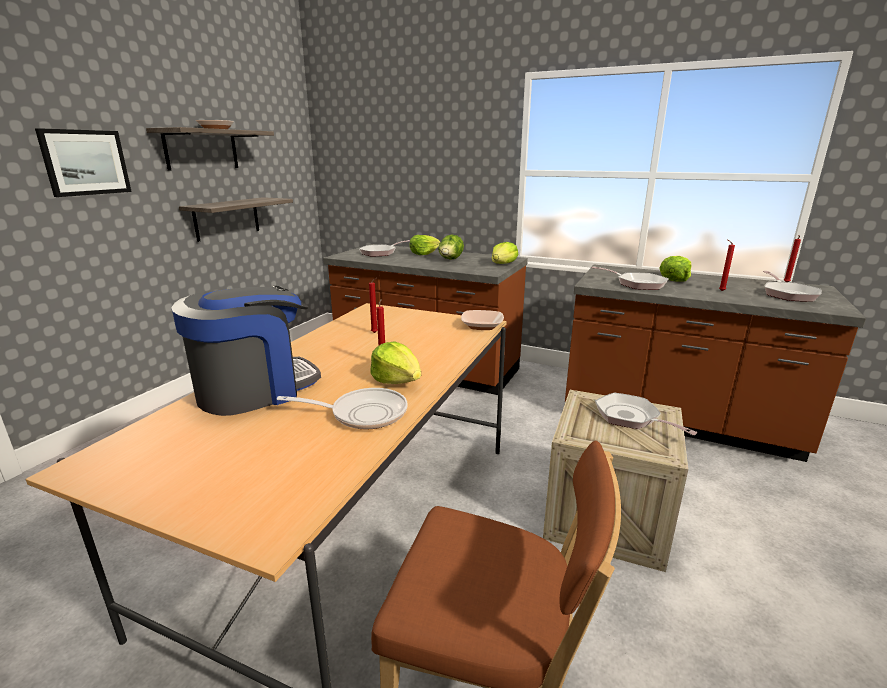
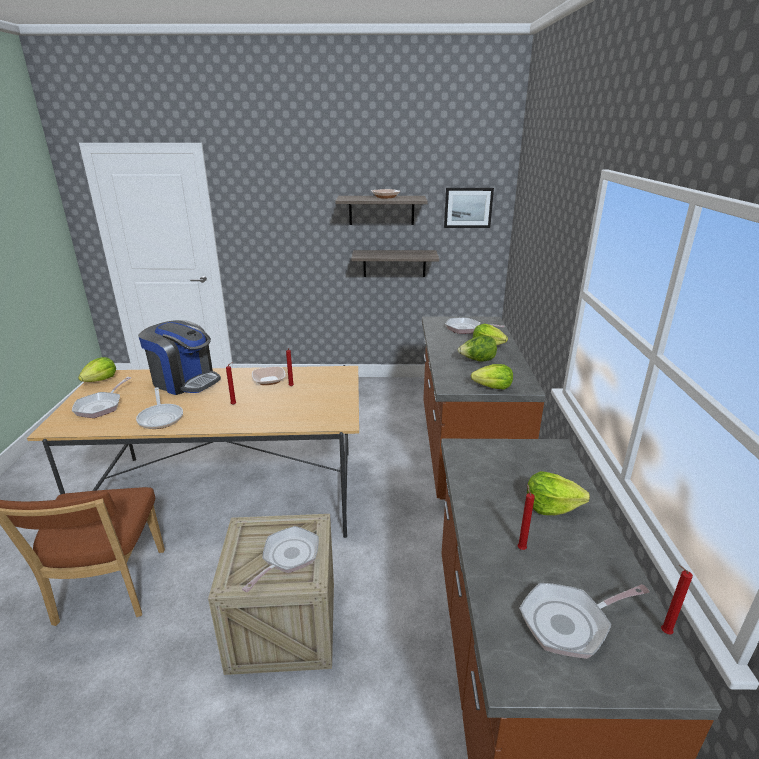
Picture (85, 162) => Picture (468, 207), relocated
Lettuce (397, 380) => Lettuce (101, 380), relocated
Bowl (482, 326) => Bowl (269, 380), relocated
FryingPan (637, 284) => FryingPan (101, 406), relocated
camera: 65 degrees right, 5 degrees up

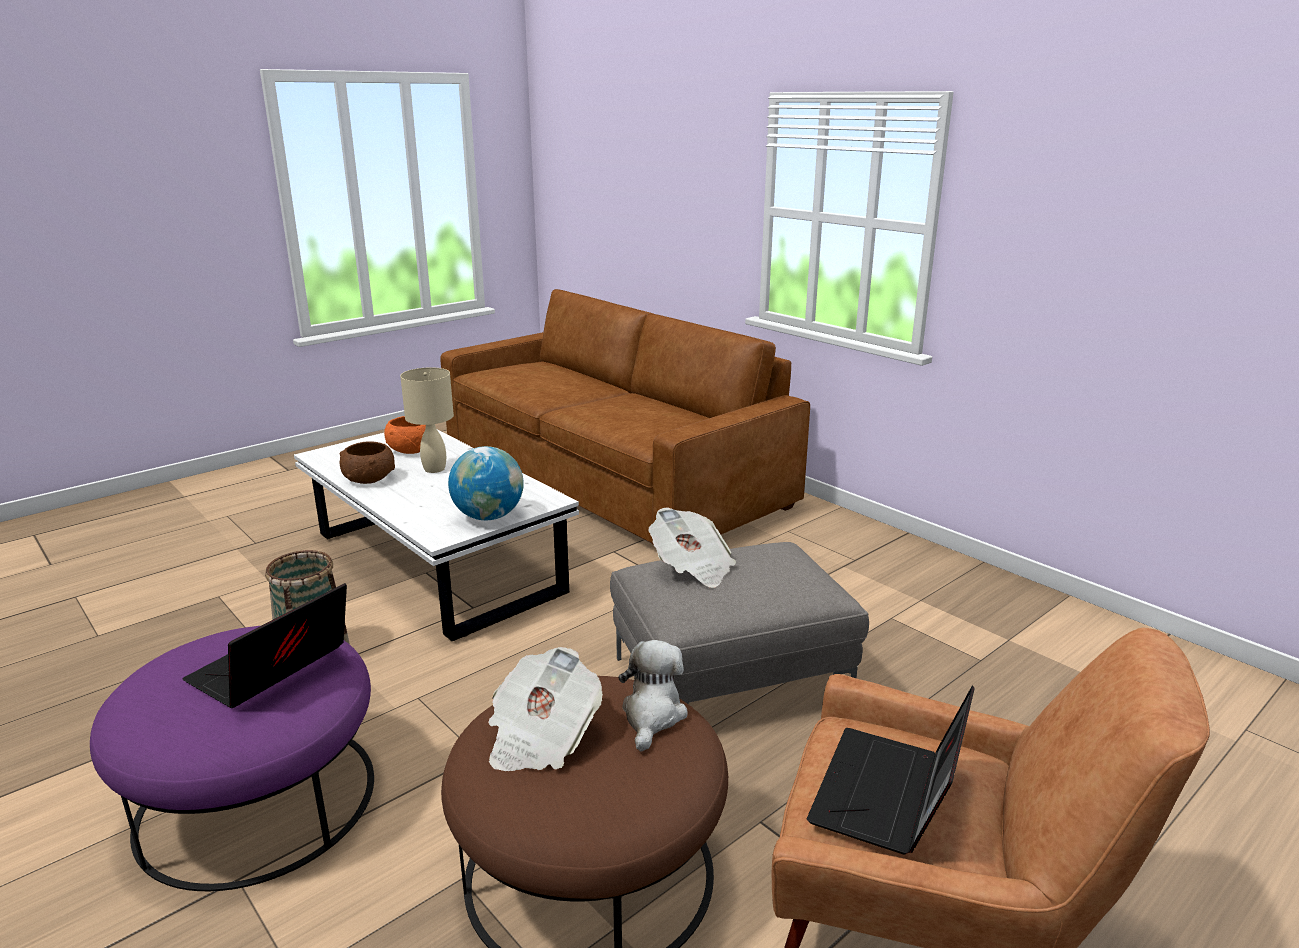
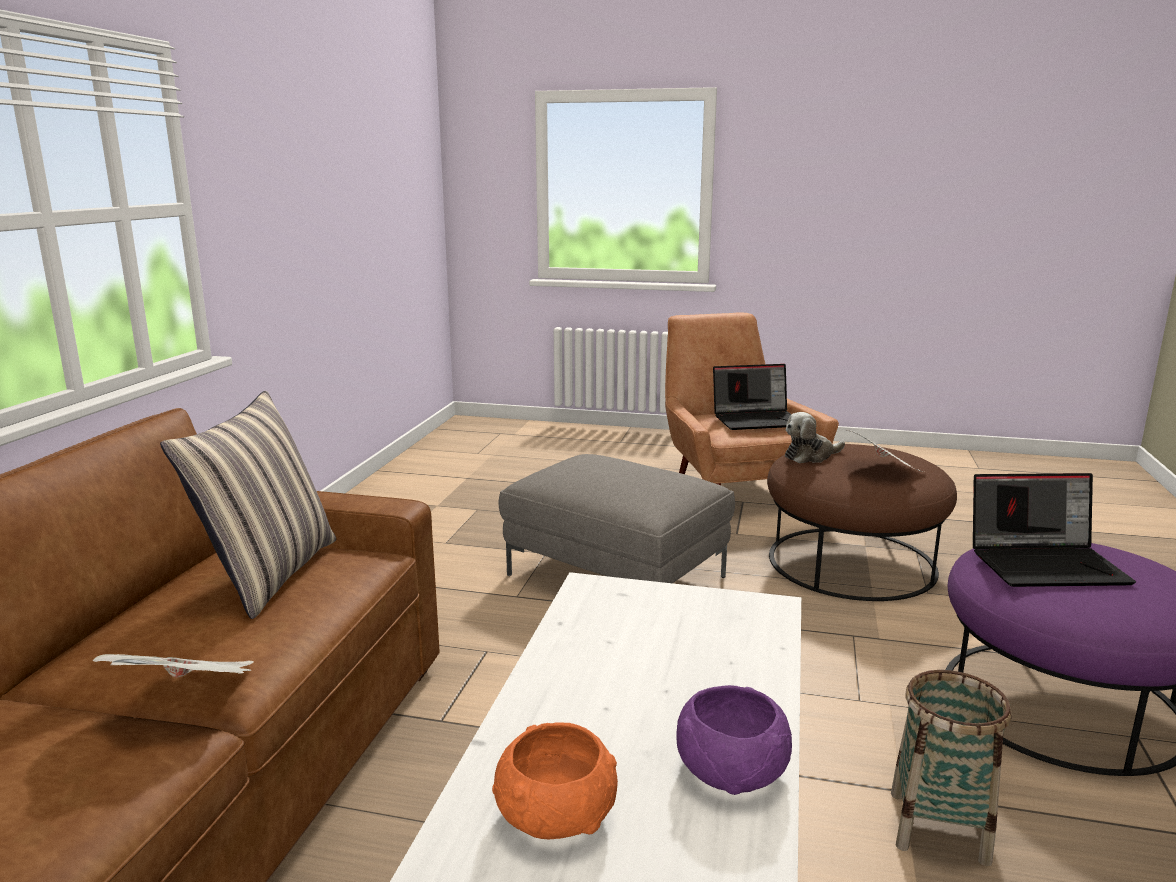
BrownBowl (369, 479) => PurpleBowl (732, 771)
BeigeTableLamp (433, 469) => nothing
Globe (489, 516) => nothing
Newspaper (692, 568) => Newspaper (189, 696), relocated
nothing => Pillow (269, 574)
camera: 125 degrees left, 5 degrees down

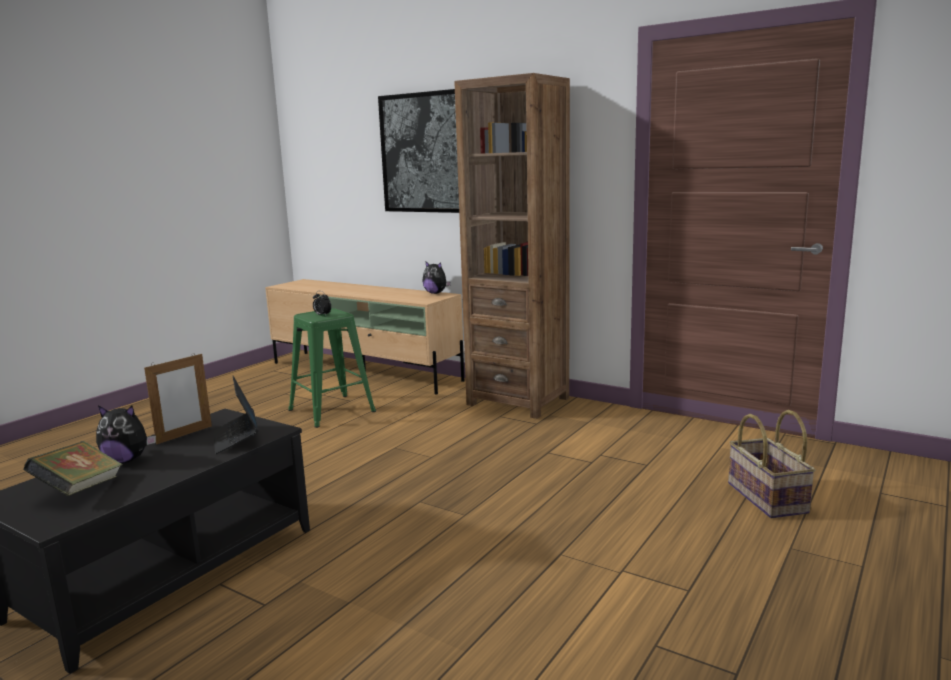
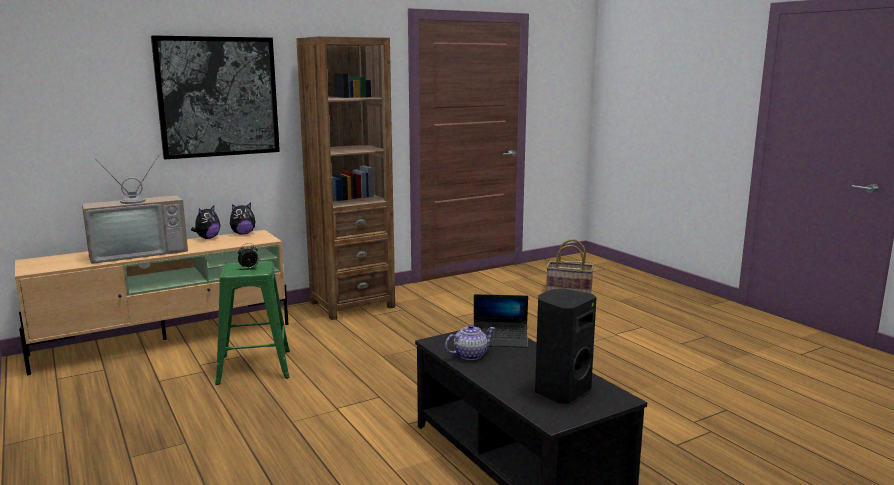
Book (79, 490) => BlackSpeaker (560, 391)
PlushToy (127, 460) => PlushToy (207, 238), relocated
PictureFrame (184, 435) => Teapot (469, 355)
nothing => Television (139, 252)
camera: 65 degrees left, 0 degrees up

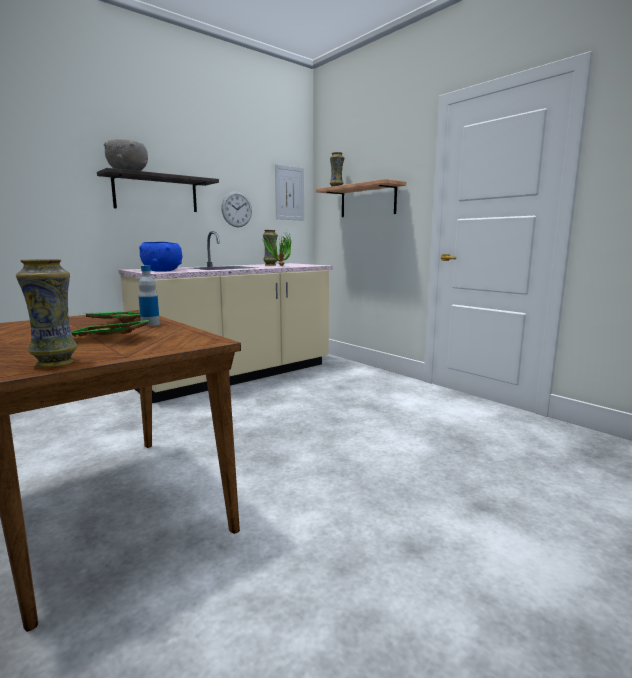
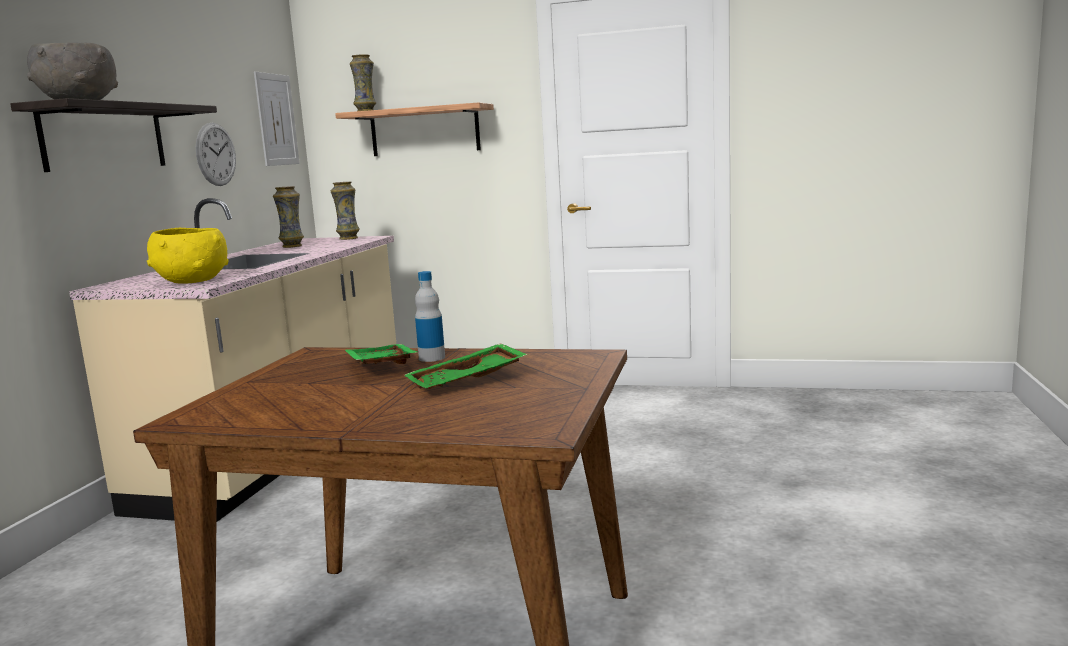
Vase (55, 363) => Vase (348, 238), relocated
BlueBowl (162, 271) => YellowBowl (193, 281)
PottedPlant (279, 266) => nothing
camera: 35 degrees left, 0 degrees up

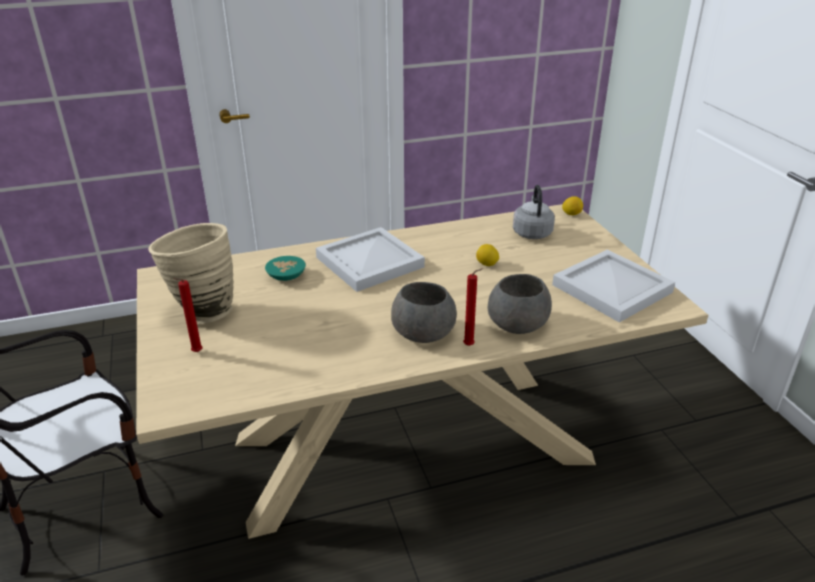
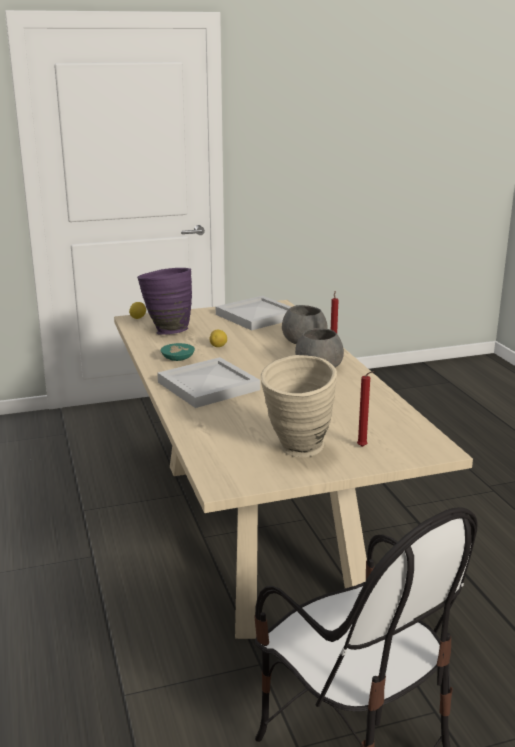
TurquoiseBowl (285, 276) => TurquoiseBowl (177, 359), relocated
GreyKettle (532, 232) => PurpleVase (166, 331)
camera: 90 degrees left, 10 degrees down

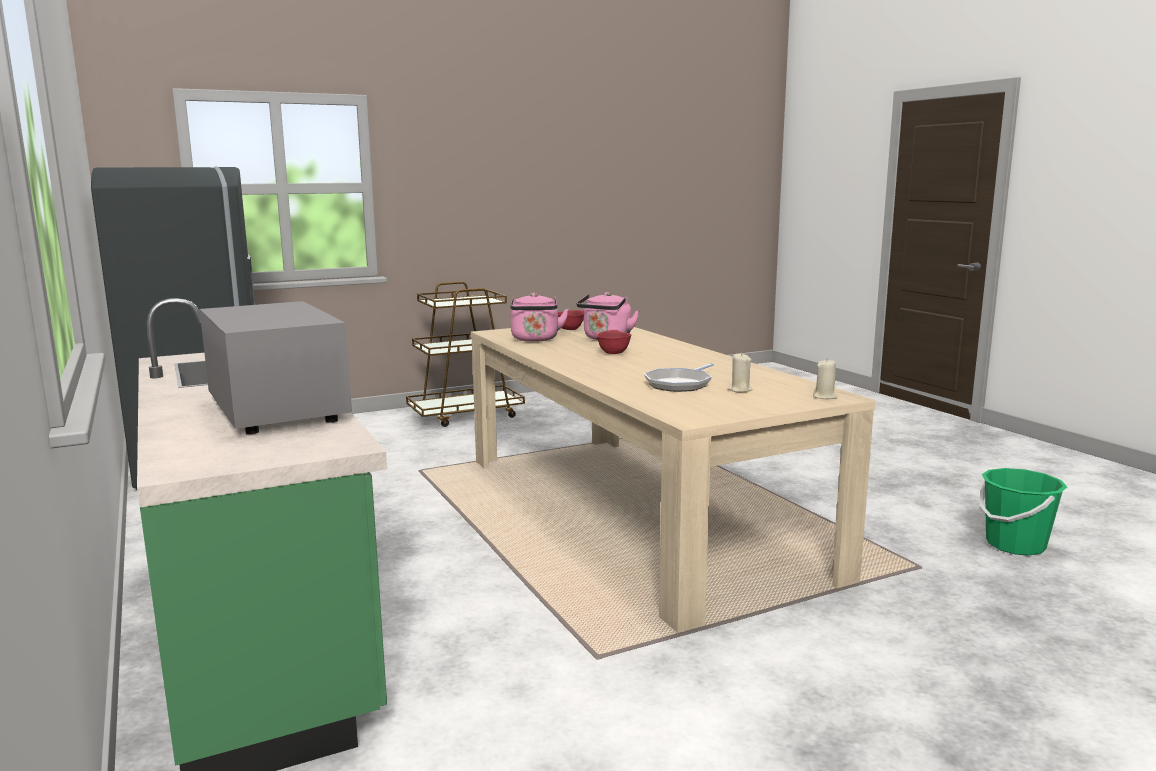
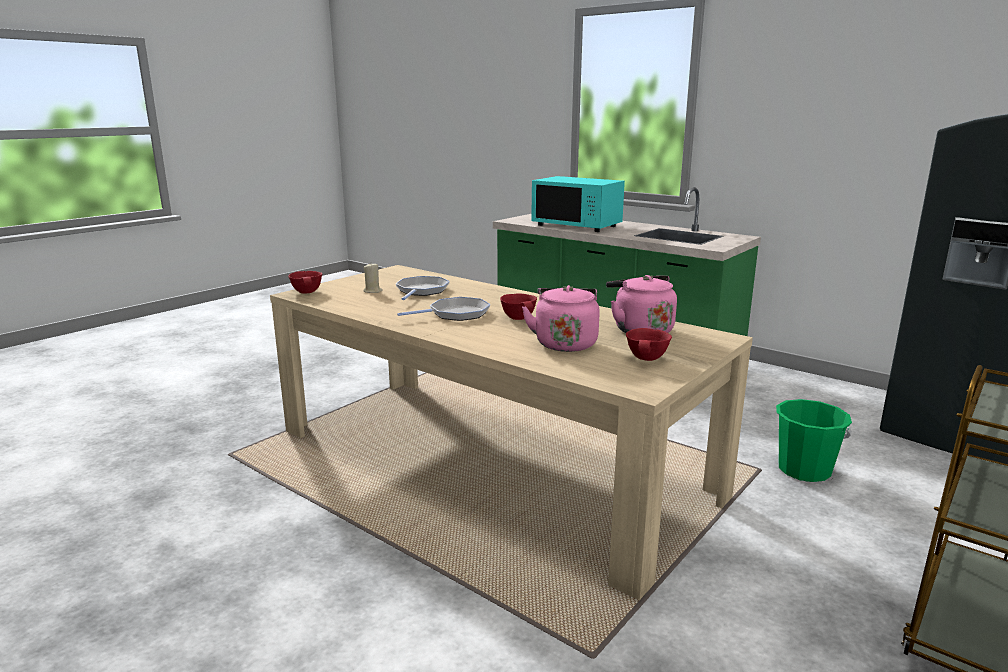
GreyMicrowave (275, 410) => TurquoiseMicrowave (577, 225)
BeigeCandle (825, 397) => RedBowl (307, 292)
GreenBucket (1015, 545) => GreenBucket (804, 470), relocated
nothing => FryingPan (456, 314)
camera: 155 degrees right, 5 degrees up

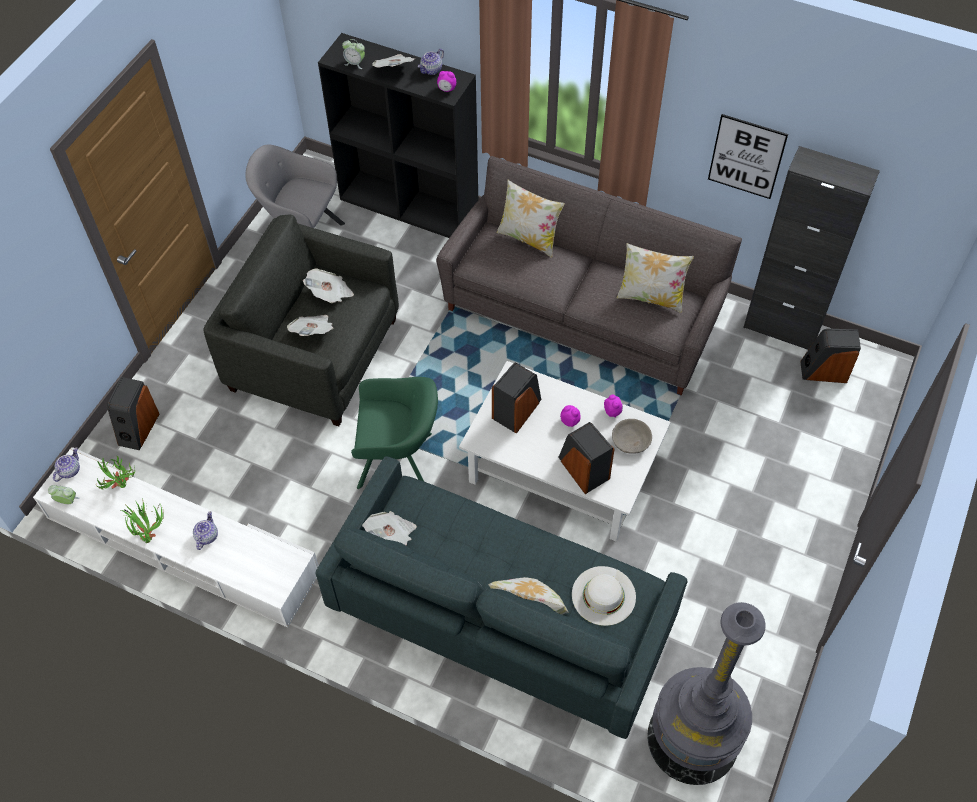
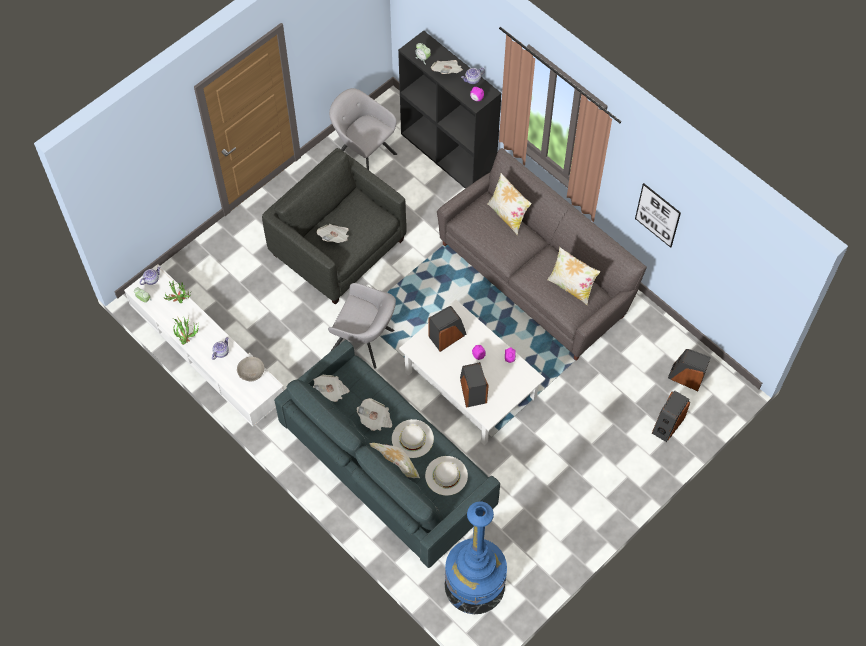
Speaker (138, 428) => Speaker (667, 424), relocated
Newspaper (330, 294) => Newspaper (375, 419), relocated
GreenArmchair (399, 460) => GreyArmchair (365, 342)
GreyBowl (631, 441) => GreyBowl (251, 372), relocated
GreyFloorLamp (692, 738) => BlueFloorLamp (474, 584)
BlackCabinet (782, 328) => nothing
nothing => WhiteHat (412, 438)
camera: 20 degrees right, 5 degrees up

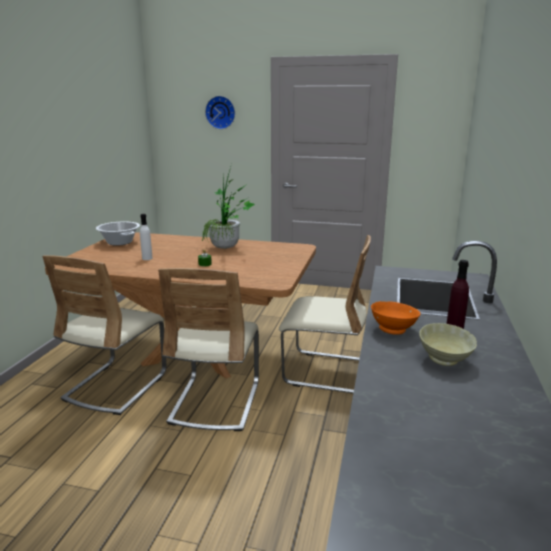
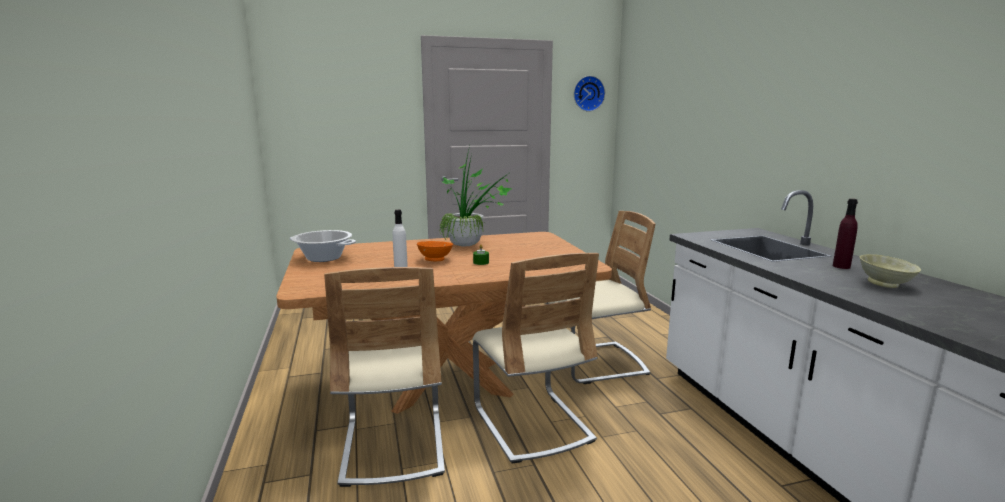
WallClock (221, 112) => WallClock (588, 93), relocated
OrangeBowl (394, 330) => OrangeBowl (436, 260), relocated
camera: 30 degrees left, 5 degrees down

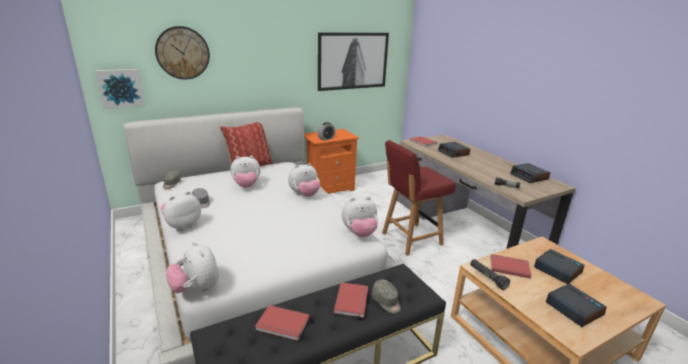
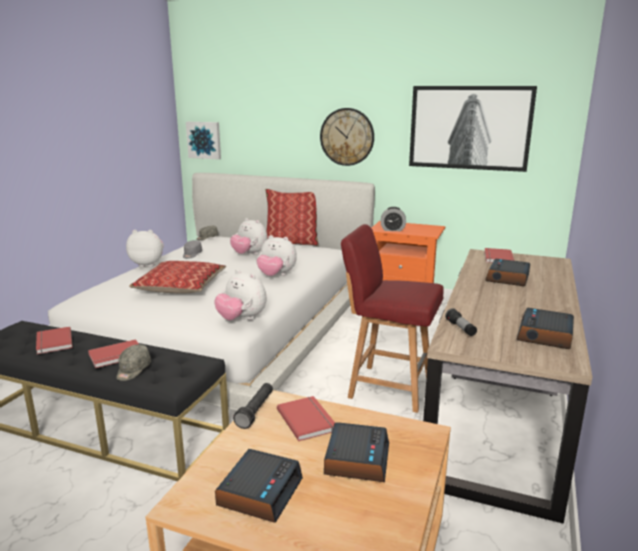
WallClock (182, 53) => WallClock (347, 137), relocated
PlushToy (196, 288) => nothing
nothing => Pillow (181, 286)
camera: 50 degrees right, 5 degrees down

